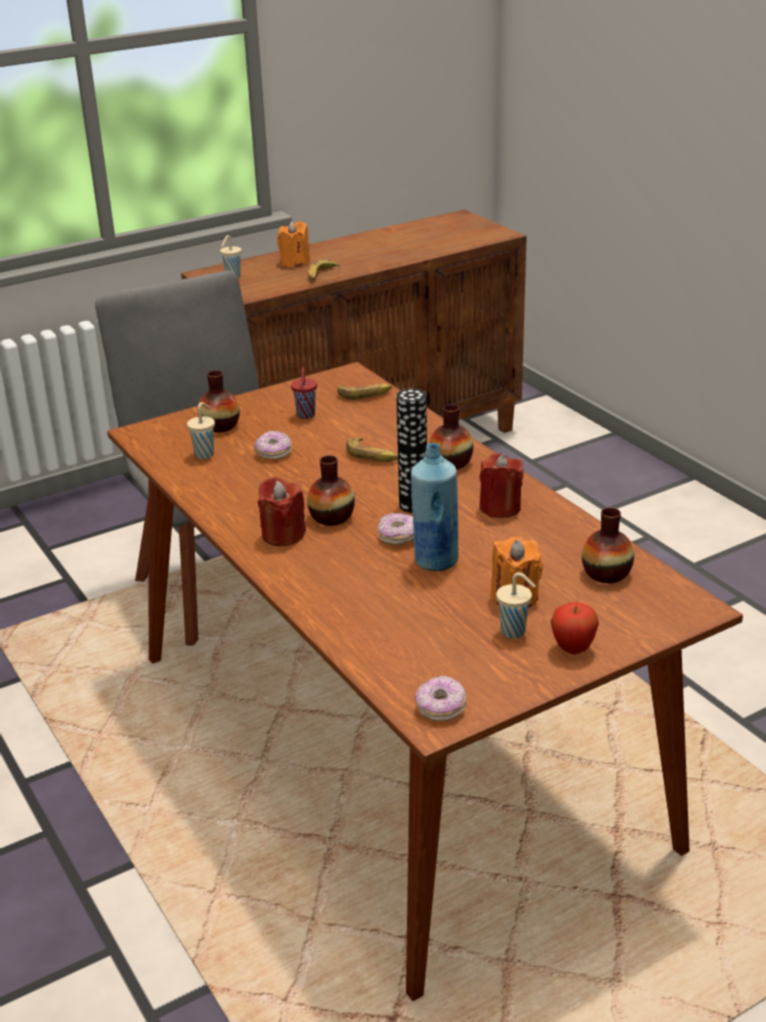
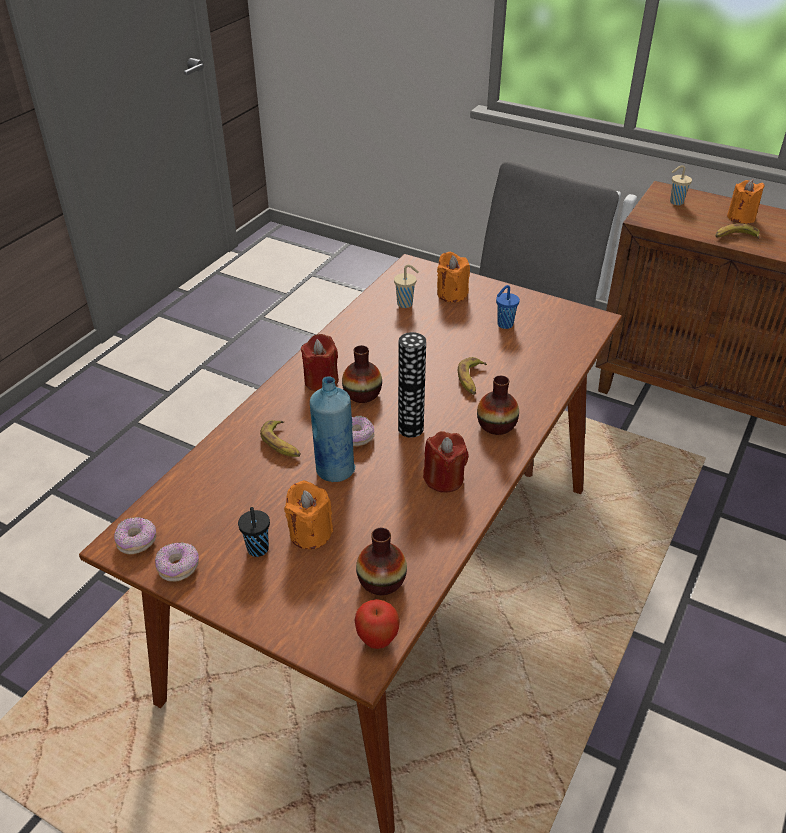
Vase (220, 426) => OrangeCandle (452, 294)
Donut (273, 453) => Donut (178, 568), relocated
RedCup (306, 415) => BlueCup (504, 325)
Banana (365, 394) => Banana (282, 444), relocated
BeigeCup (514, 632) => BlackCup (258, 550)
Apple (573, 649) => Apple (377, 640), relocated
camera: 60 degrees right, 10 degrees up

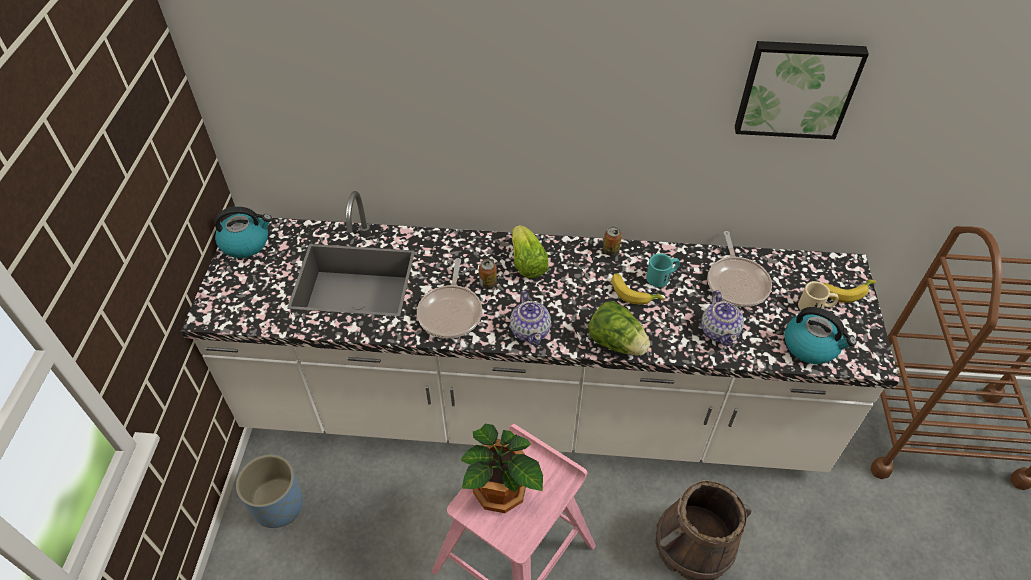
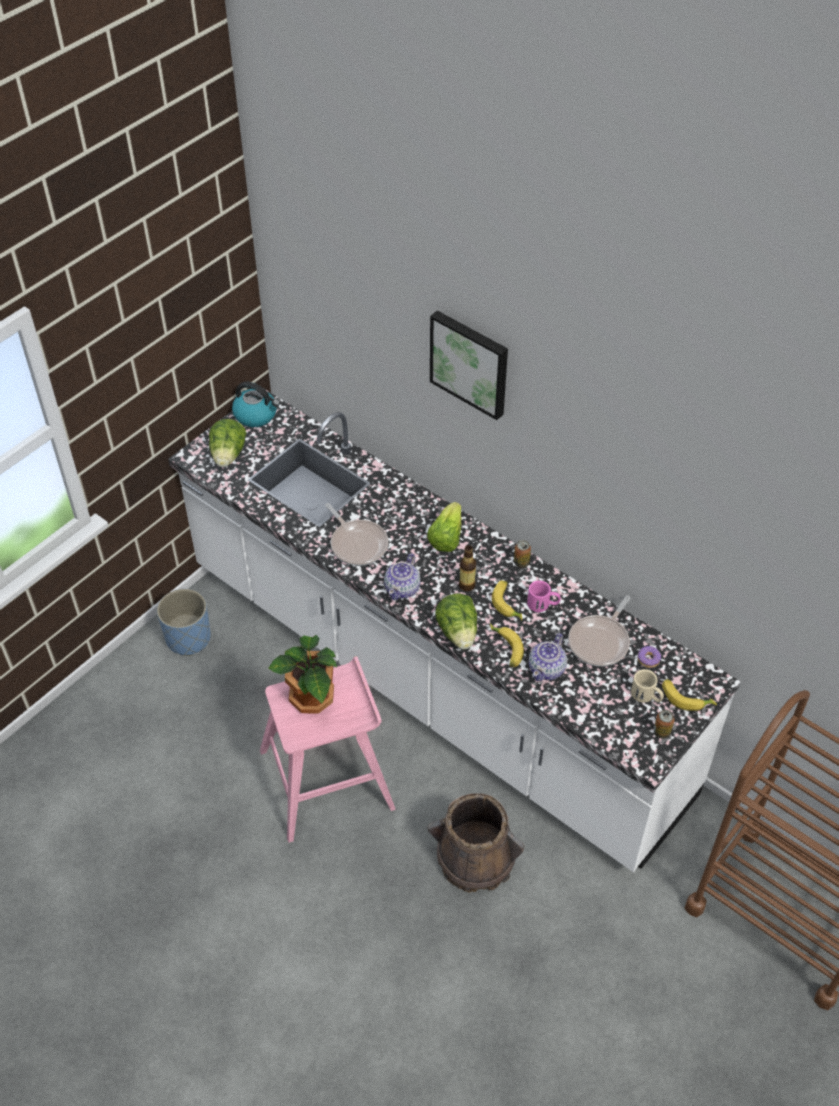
FryingPan (451, 312) => FryingPan (357, 543), 75 degrees counterclockwise
Can (488, 283) => Can (661, 732), relocated
TurquoiseMug (662, 276) => PinkMug (543, 604)
Picture (796, 88) => Picture (470, 363), relocated
Kettle (811, 346) => nothing
nothing => Lettuce (228, 455)
nothing => Bottle (467, 585)
nothing => Banana (505, 649)
nothing => Donut (648, 659)
camera: 35 degrees right, 0 degrees up

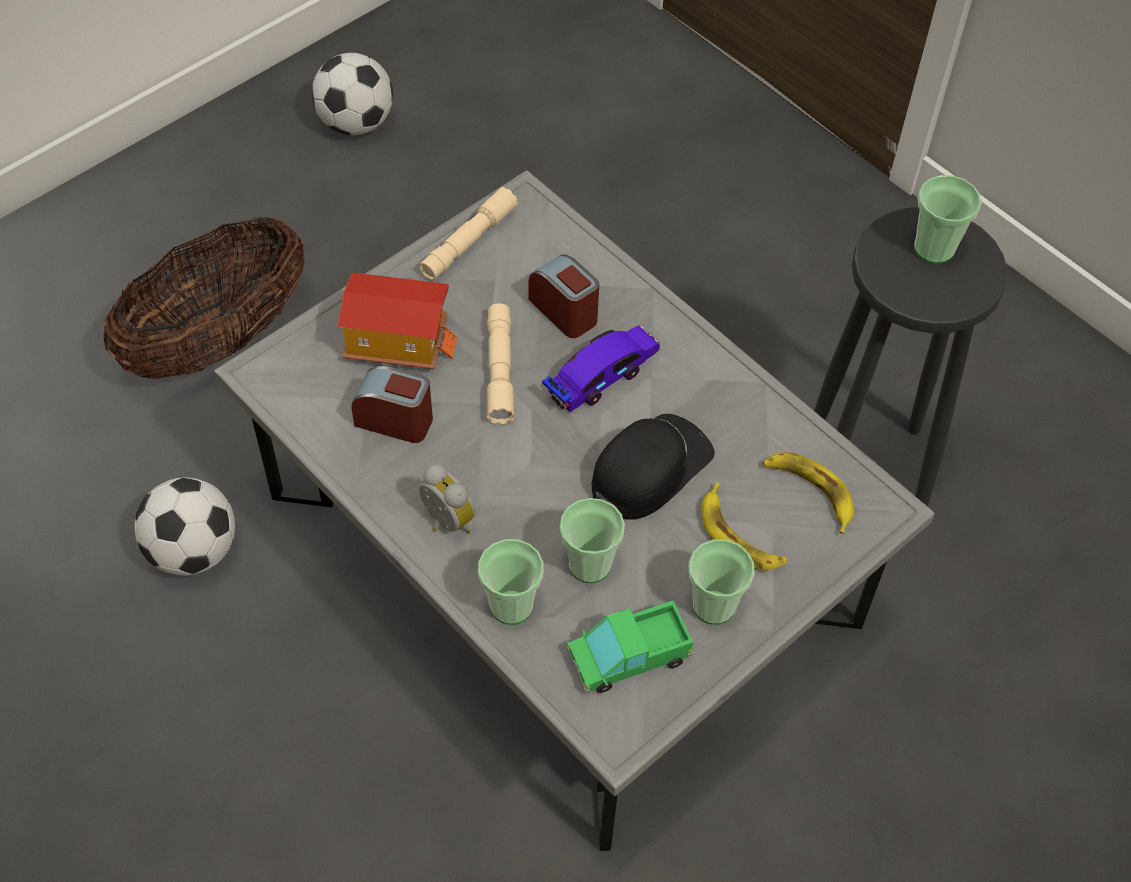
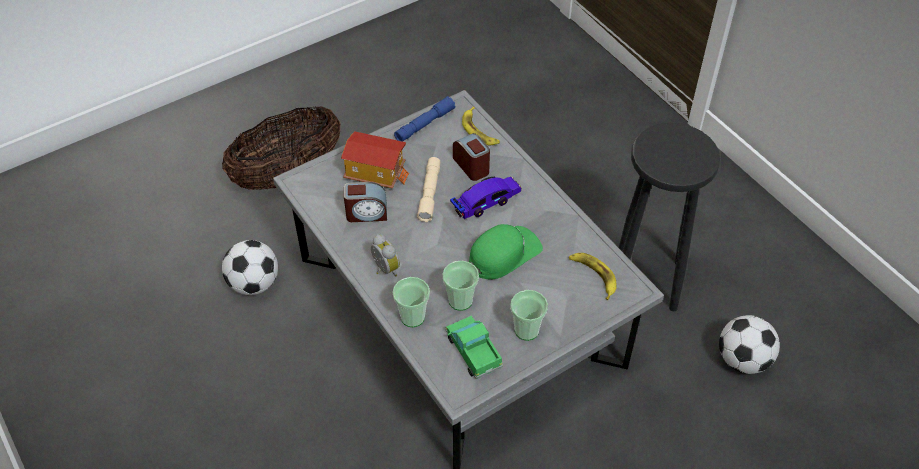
Football (356, 123) => Football (743, 360), relocated
AlarmClock (395, 420) => AlarmClock (366, 213), 150 degrees clockwise
BeigeFlashlight (468, 242) => BlueFlashlight (424, 124)
ToyTruck (628, 656) => ToyTruck (473, 351), 75 degrees clockwise
BlackCap (650, 469) => GreenCap (504, 254)
Banana (739, 536) => Banana (479, 130), relocated
Cup (934, 248) => nothing
camera: 10 degrees right, 5 degrees down

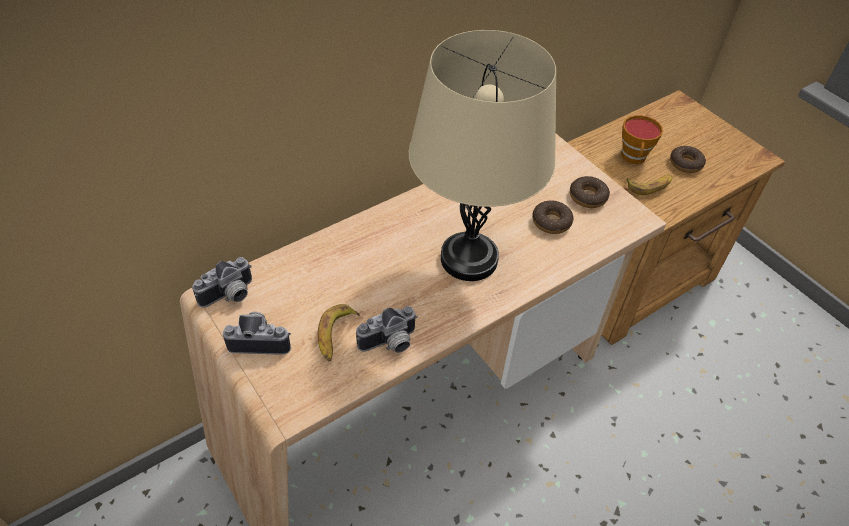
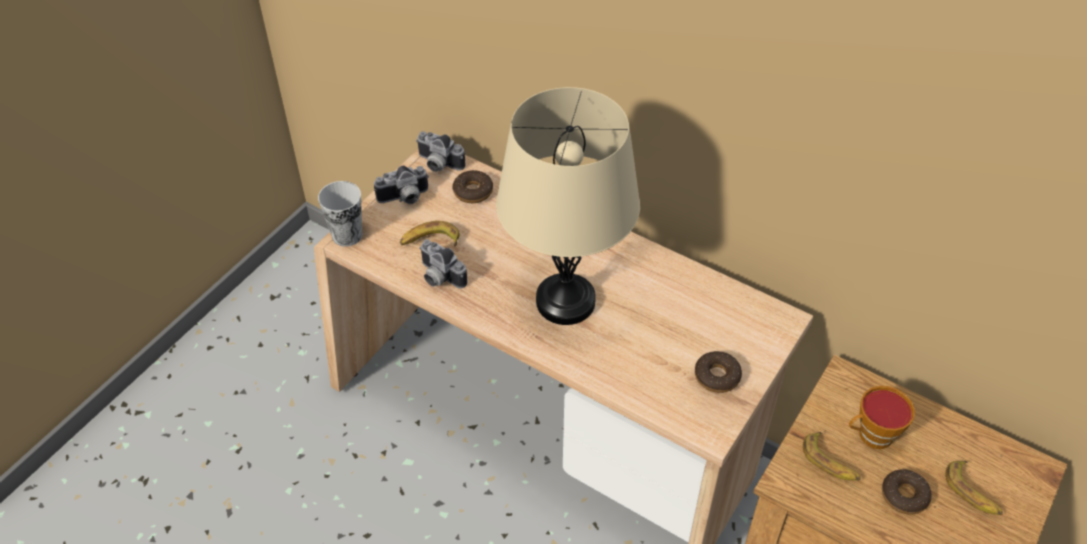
PhotoCamera (260, 339) => PhotoCamera (404, 199), 90 degrees clockwise
Donut (551, 222) => Donut (473, 191), relocated
nothing => Cup (347, 235)
nothing => Banana (972, 492)
camera: 70 degrees right, 0 degrees up

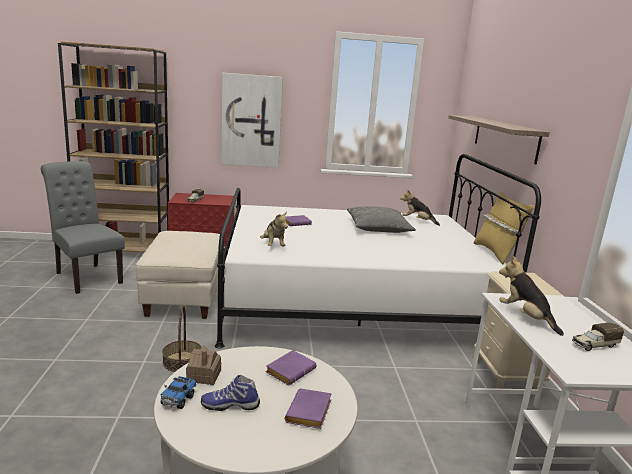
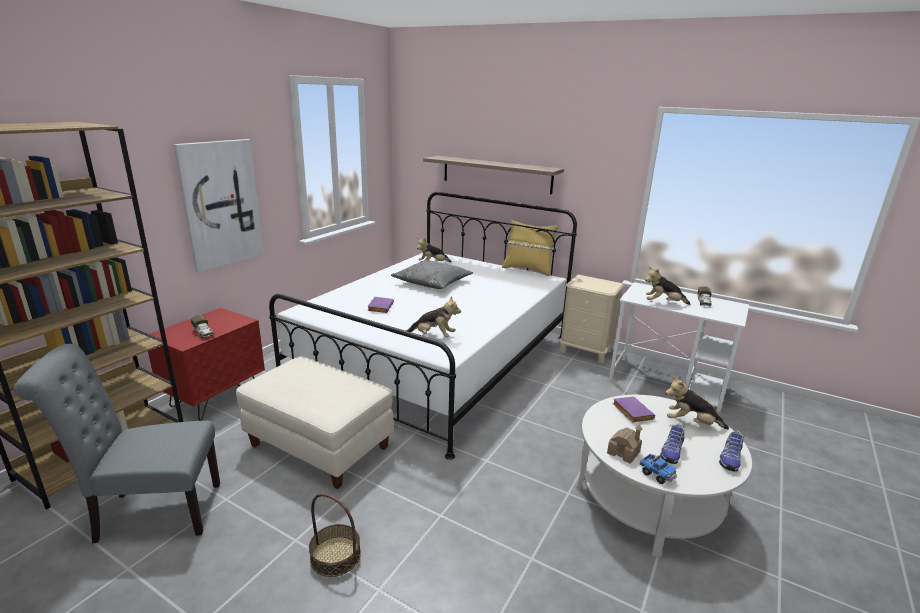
Basket (182, 361) => Basket (335, 556), relocated
PurpleBook (310, 413) => PlushToy (691, 423)
nothing => Shoe (729, 459)
camera: 55 degrees left, 5 degrees up

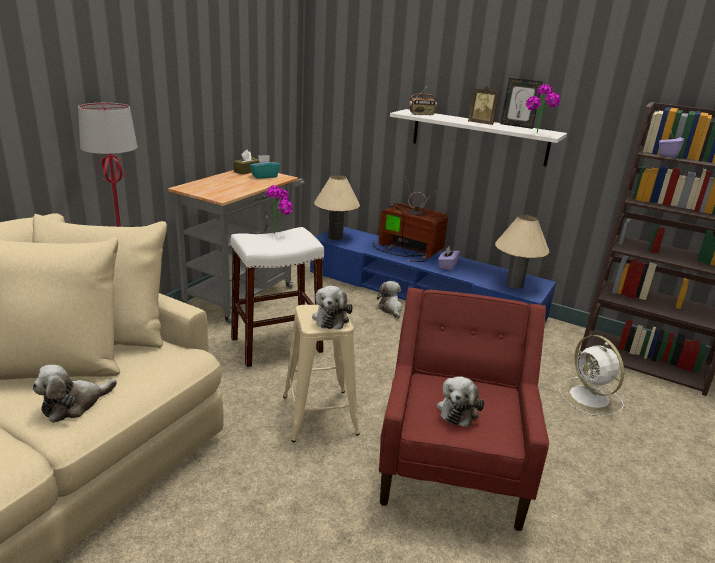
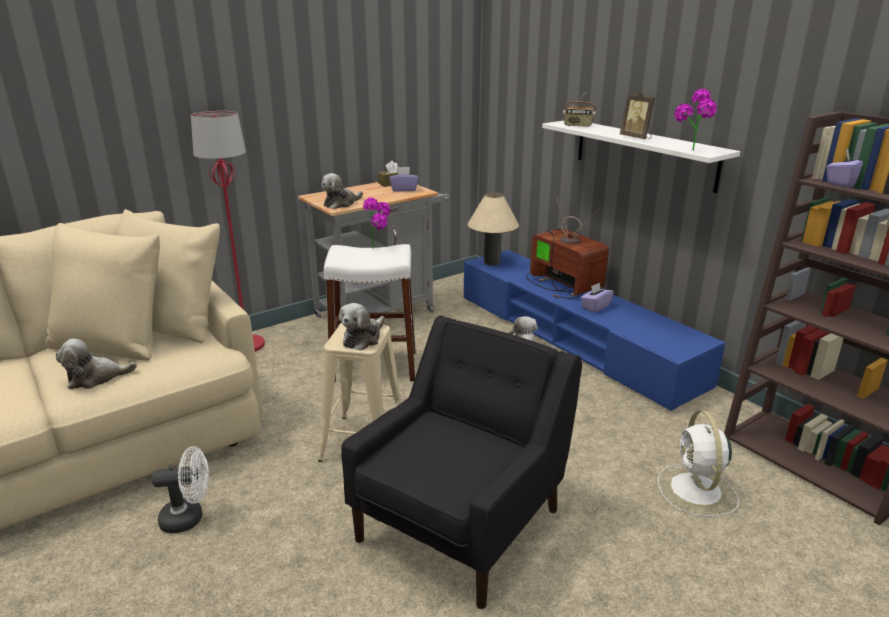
TurquoiseTissueBox (264, 176) => PurpleTissueBox (404, 189)
RedArmchair (453, 465) => BlackArmchair (462, 523)
PlushToy (458, 410) => PlushToy (341, 203), relocated
BeigeTableLamp (514, 285) => nothing
PictureFrame (517, 126) => nothing
nothing => WhiteFan (189, 518)
camera: 25 degrees right, 0 degrees up

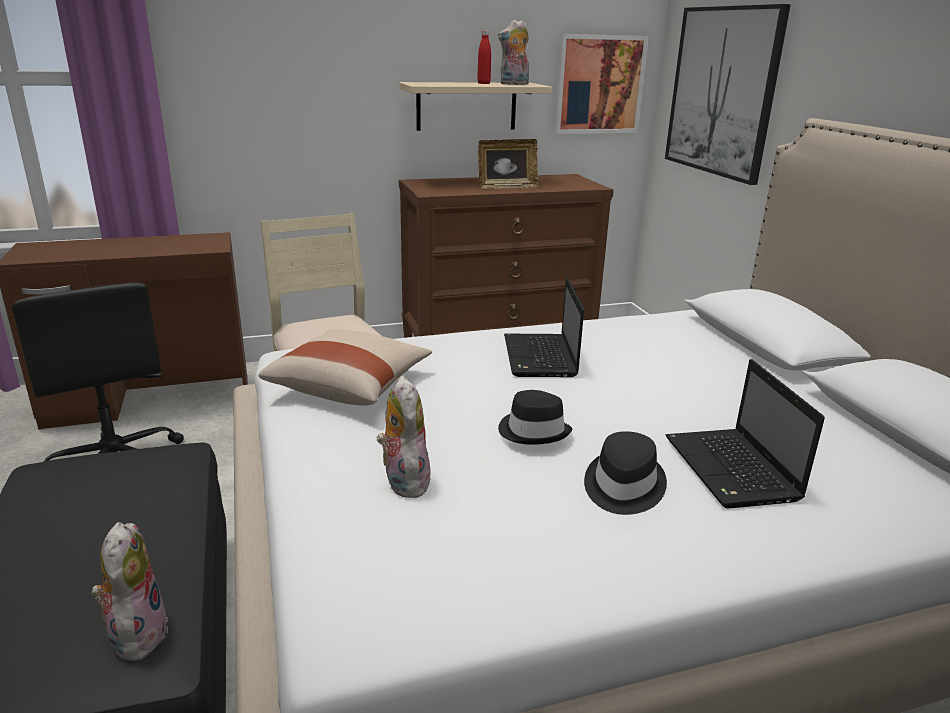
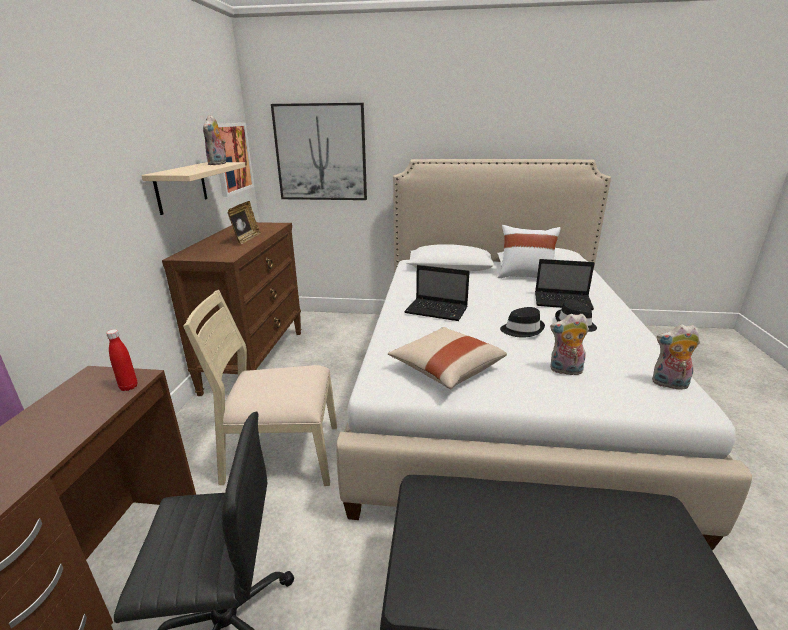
PlushToy (136, 634) => PlushToy (669, 384), relocated
RedBottle (483, 83) => RedBottle (129, 387), relocated
nothing => WhitePillow (525, 277)
camera: 65 degrees left, 0 degrees up

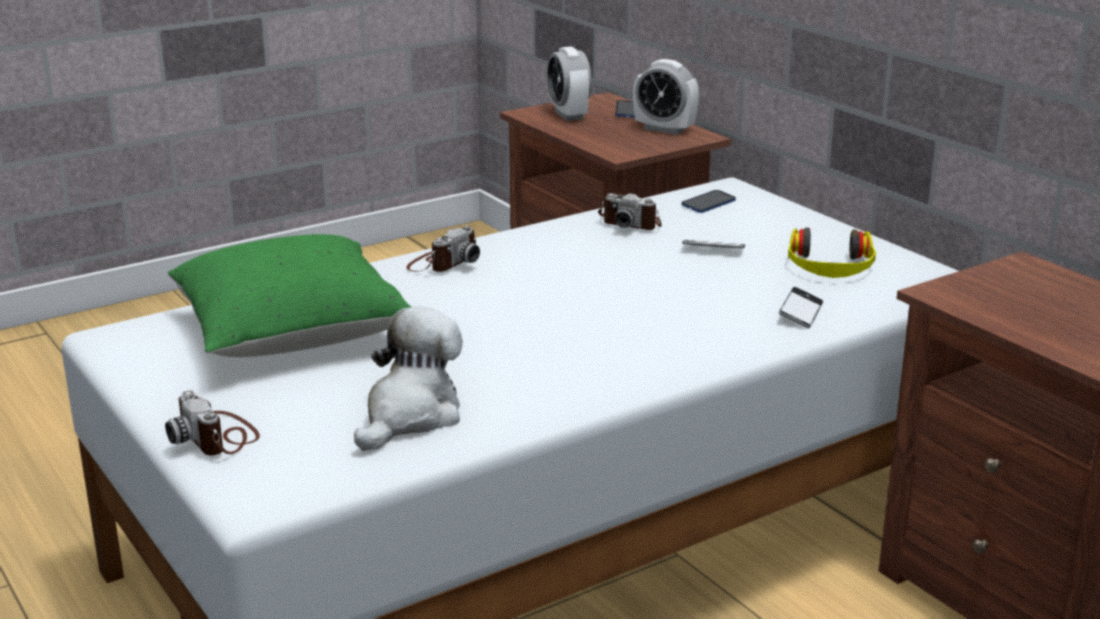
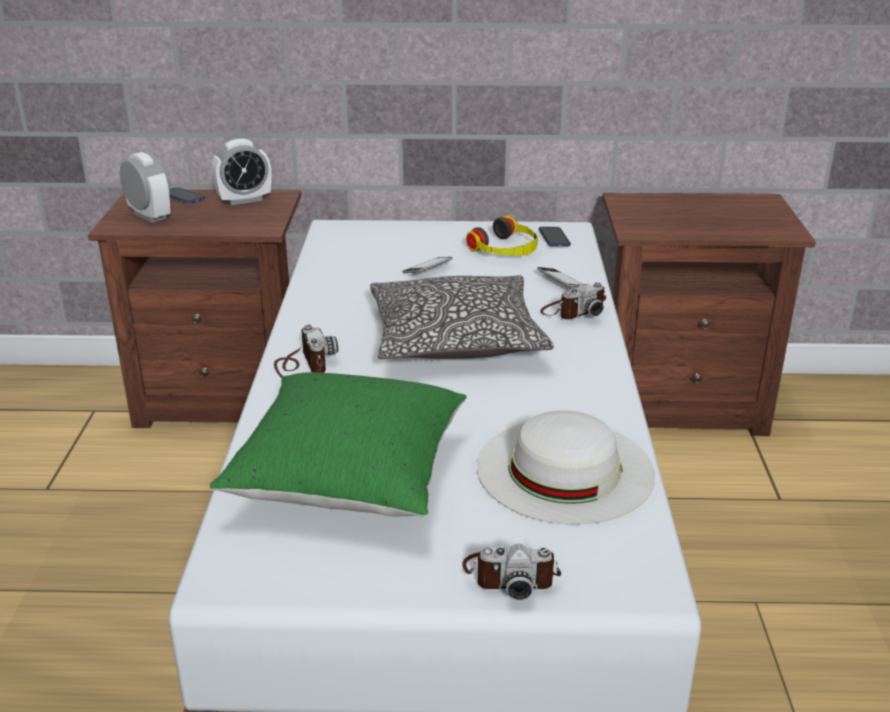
PlushToy (410, 416) => WhiteHat (564, 469)
AlarmClock (569, 115) => AlarmClock (149, 216), 150 degrees counterclockwise
PhotoCamera (631, 223) => PhotoCamera (573, 311), relocated
Phone (708, 203) => Phone (554, 238), relocated
nothing => Pillow (456, 339)
camera: 55 degrees left, 5 degrees up

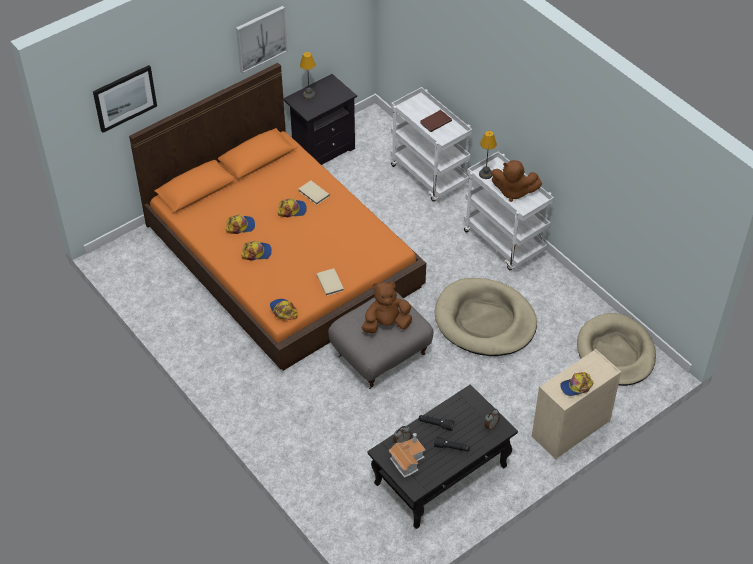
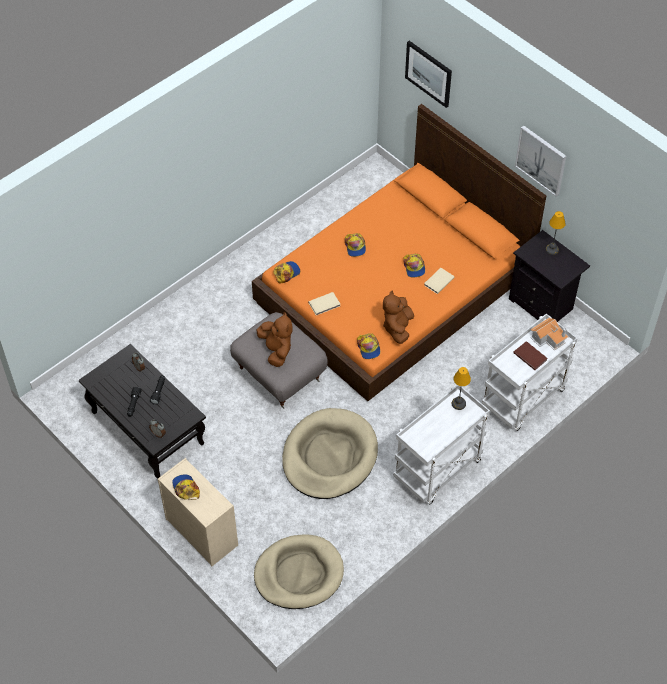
Cap (240, 226) => Cap (368, 348), relocated
ToyHouse (407, 460) => ToyHouse (548, 338), relocated
BrownPlushToy (513, 191) => BrownPlushToy (398, 327), relocated
camera: 85 degrees right, 5 degrees up

